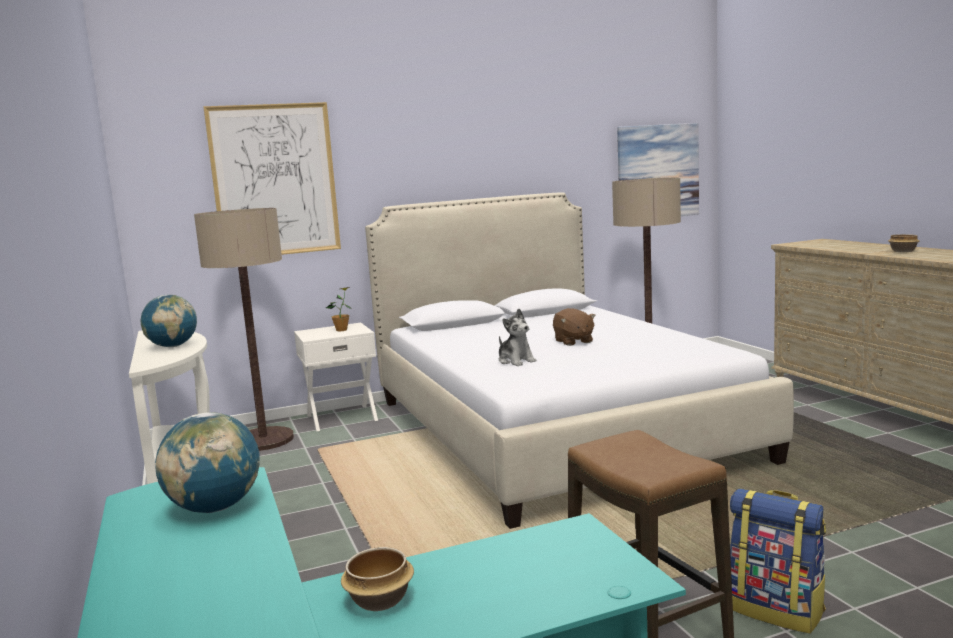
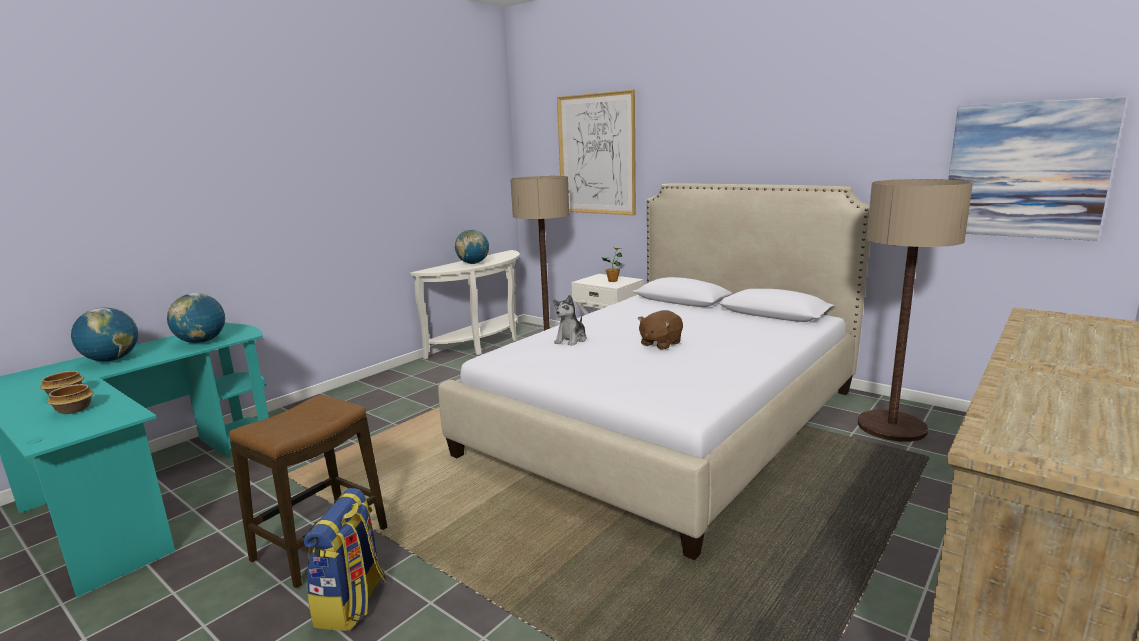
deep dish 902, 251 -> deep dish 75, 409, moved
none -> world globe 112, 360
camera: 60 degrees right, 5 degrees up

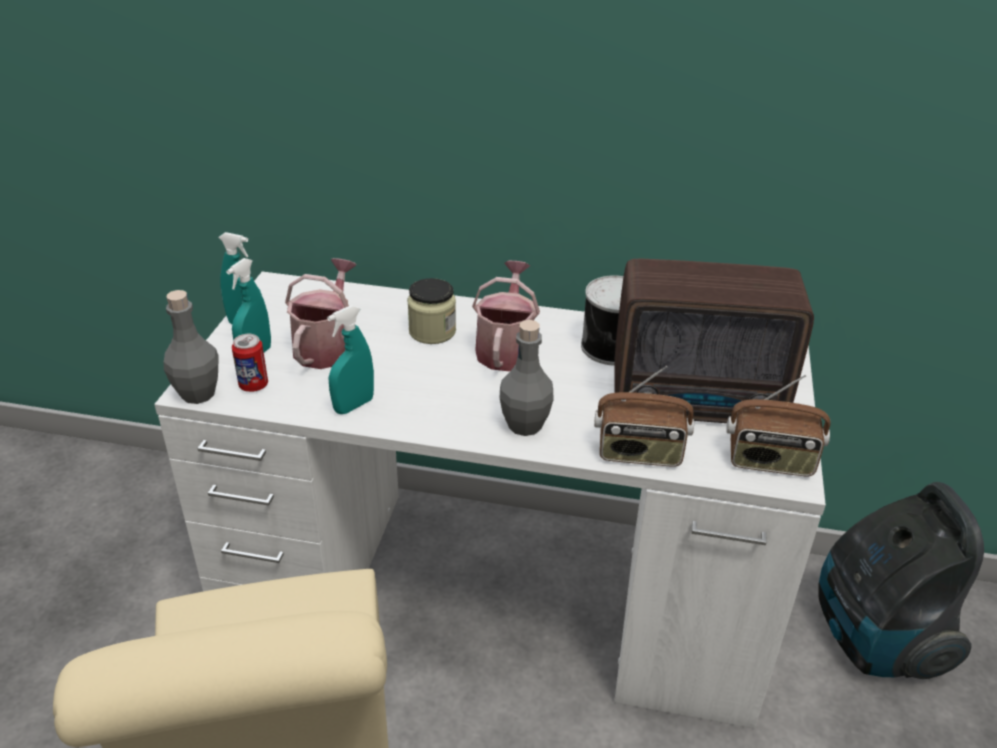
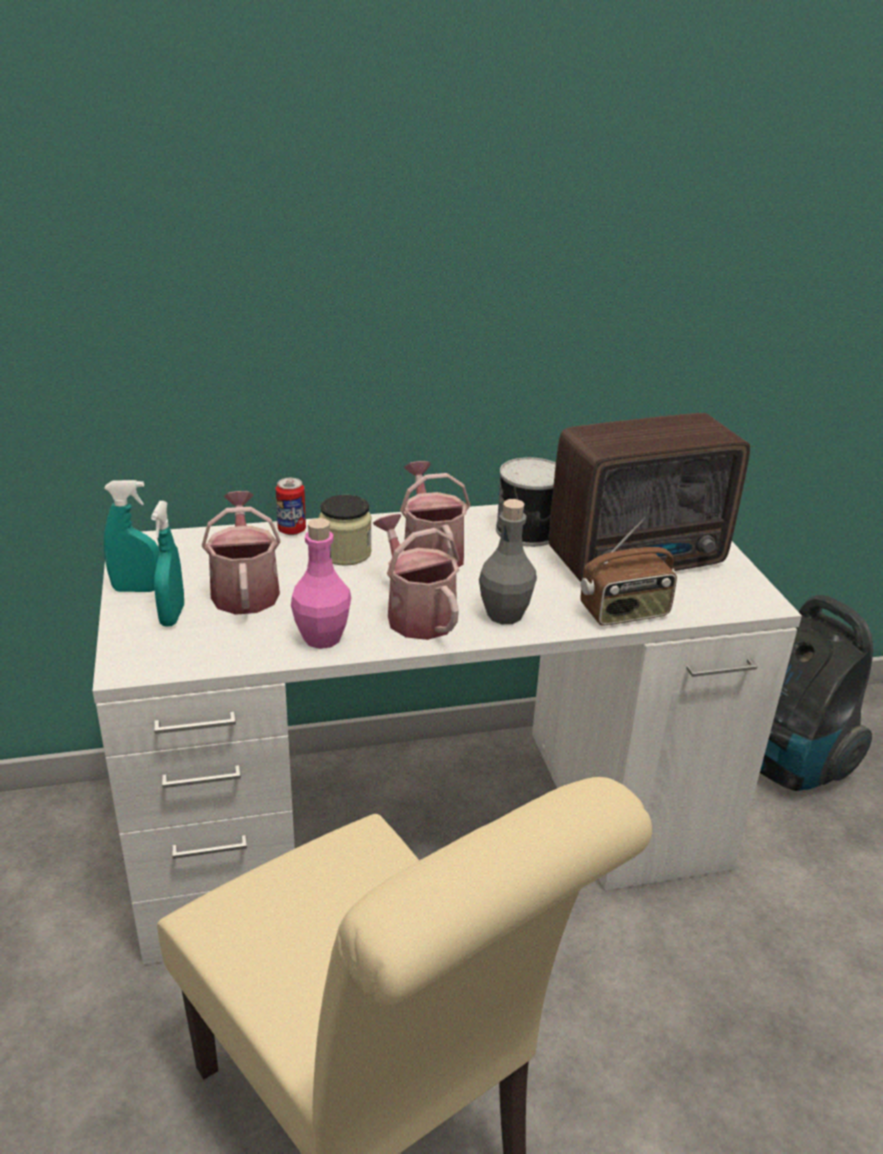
metal can 253, 385 -> metal can 292, 530, moved
turquoise-coloured sprayer 354, 405 -> pink bottle 322, 638
none -> watering can 416, 613
greyish bottle 198, 394 -> none
radio receiver 770, 461 -> none
camera: 25 degrees left, 5 degrees down

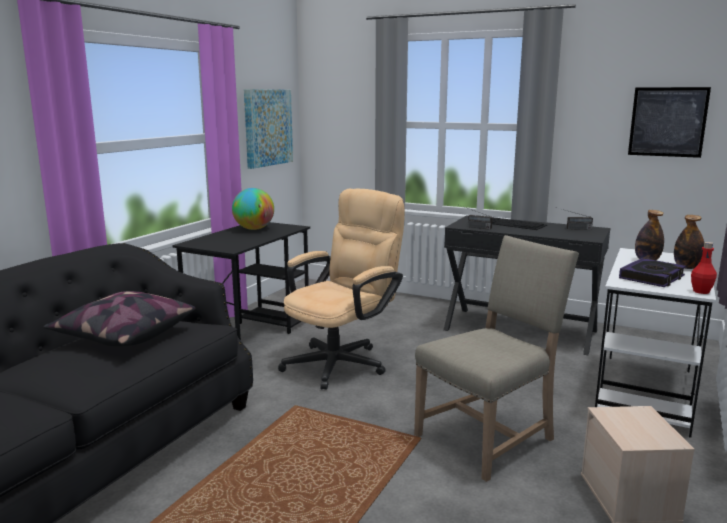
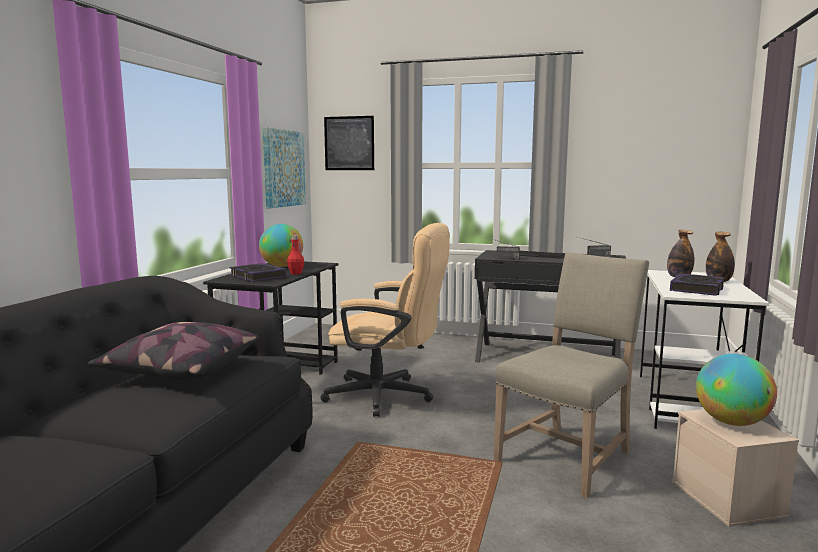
none -> bound book 257, 277
red-coloured bottle 701, 291 -> red-coloured bottle 296, 273, moved
beige desk chair 342, 361 -> beige desk chair 388, 396, 75 degrees clockwise
picture 667, 122 -> picture 349, 143, moved
none -> world globe 732, 422
camera: 10 degrees left, 5 degrees down

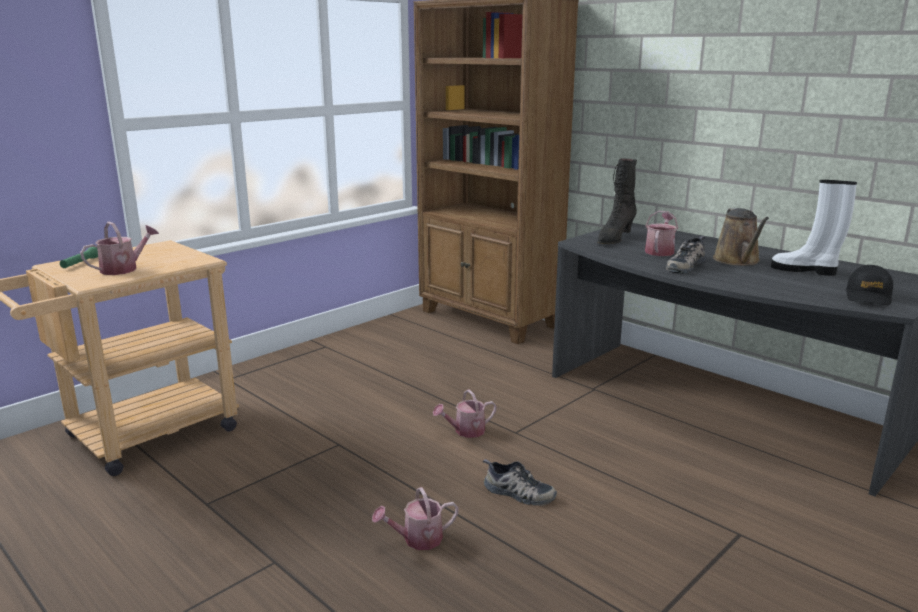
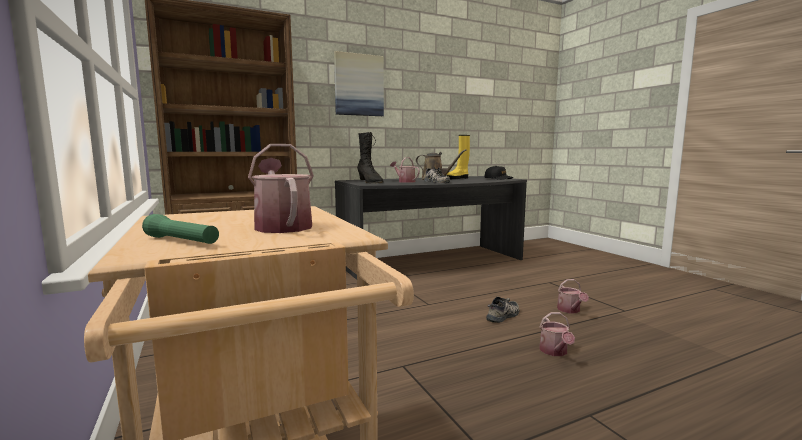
none -> picture 359, 85
whitish tall boot 805, 270 -> yellow-coloured tall boot 458, 178
watering can 465, 431 -> watering can 570, 310, moved
camera: 70 degrees left, 10 degrees down

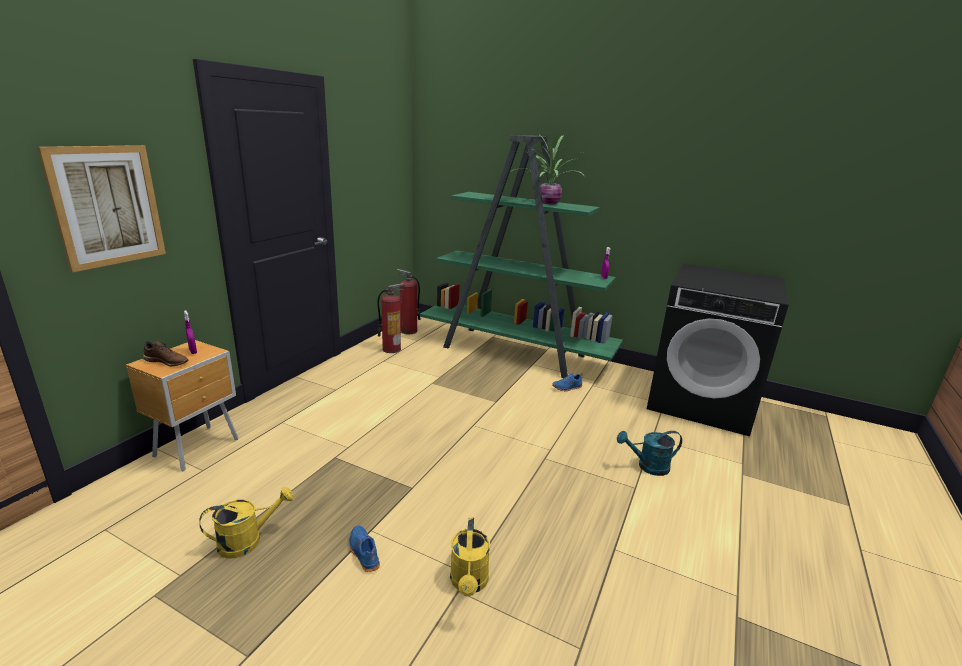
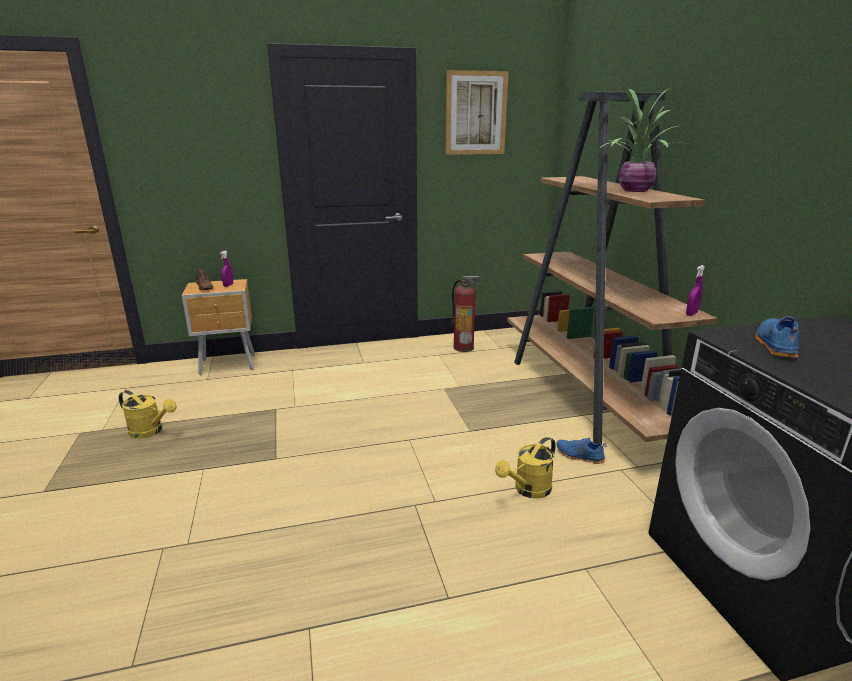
picture 107, 206 -> picture 475, 113, moved
yellow-coloured watering can 469, 583 -> yellow-coloured watering can 528, 490, moved
greenish bookcase 516, 352 -> brown bookcase 587, 395
blue item of footwear 363, 553 -> blue item of footwear 774, 345, moved
extinguisher 408, 331 -> none
turquoise-coloured watering can 648, 466 -> none
camera: 50 degrees right, 0 degrees up

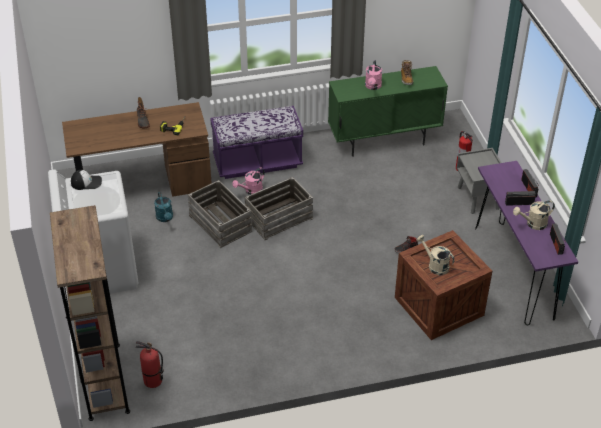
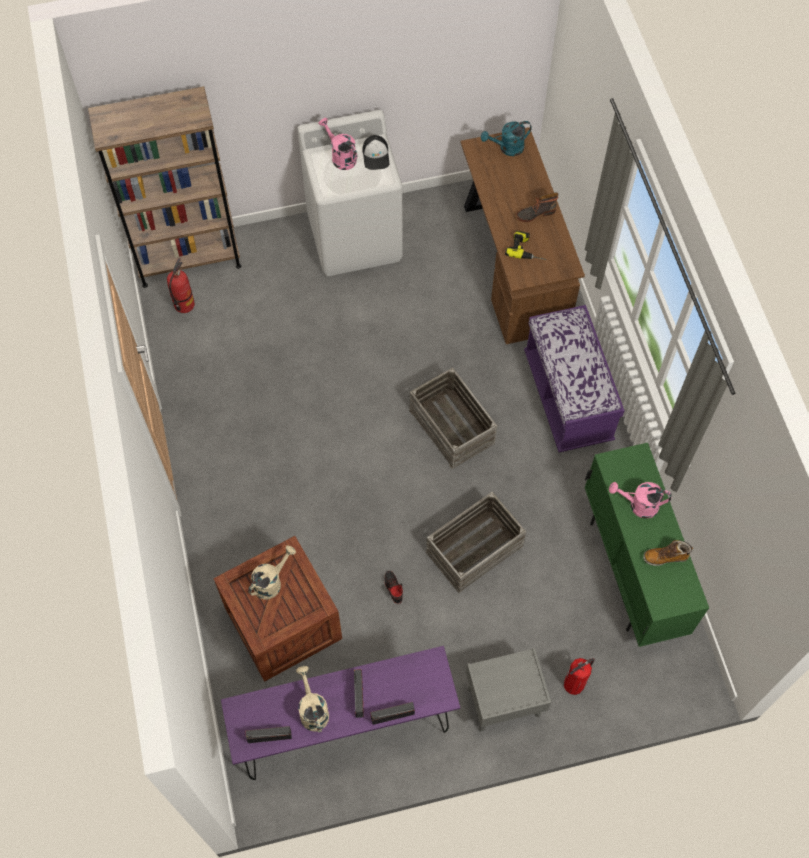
pink watering can 251, 191 -> pink watering can 340, 157, moved
packing crate 221, 223 -> packing crate 474, 550, moved
turquoise-coloured watering can 165, 218 -> turquoise-coloured watering can 507, 148, moved
camera: 90 degrees right, 20 degrees up

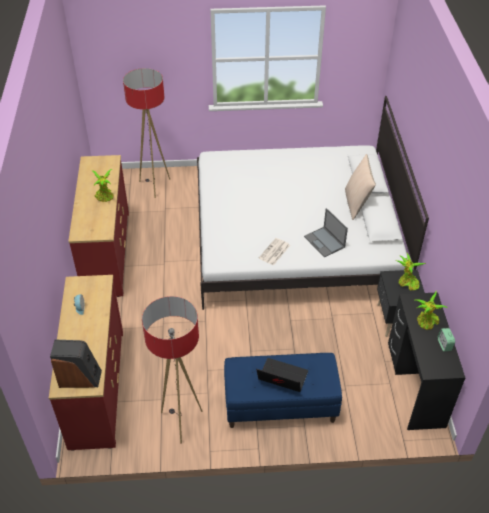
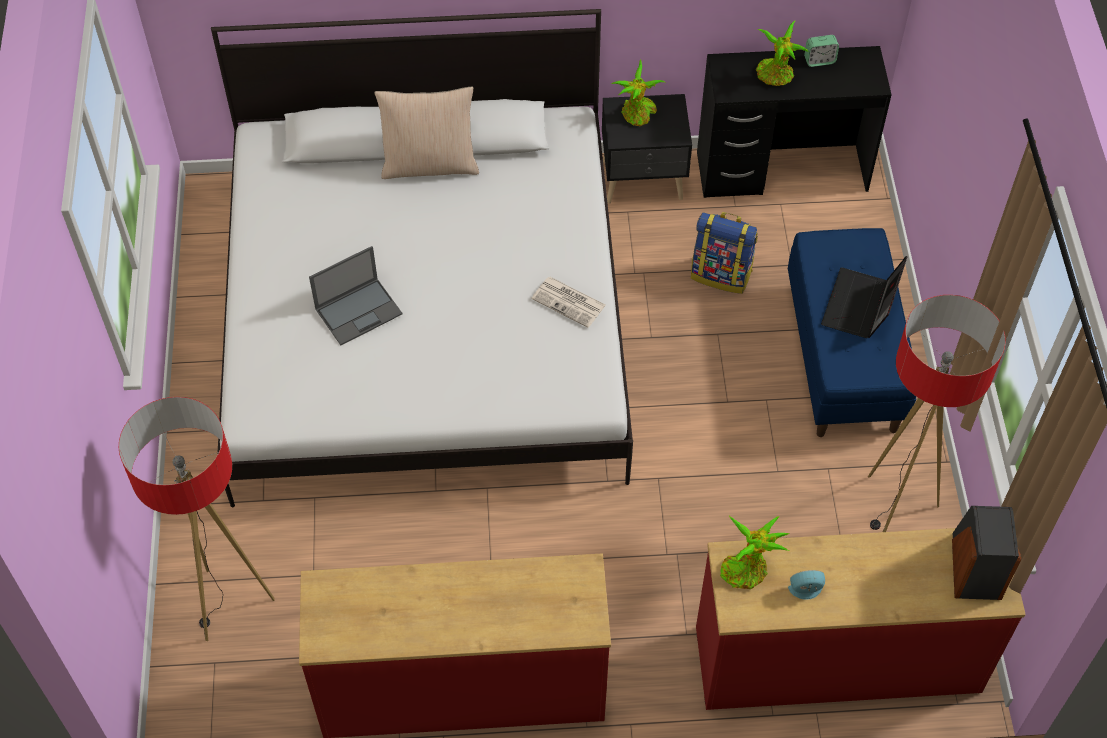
portable computer 324, 242 -> portable computer 359, 311, moved
none -> backpack 721, 274
plant in a pot 105, 197 -> plant in a pot 747, 569, moved
camera: 90 degrees left, 10 degrees up

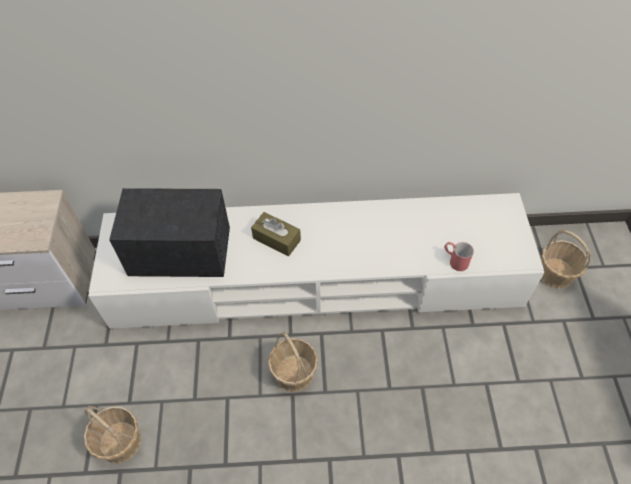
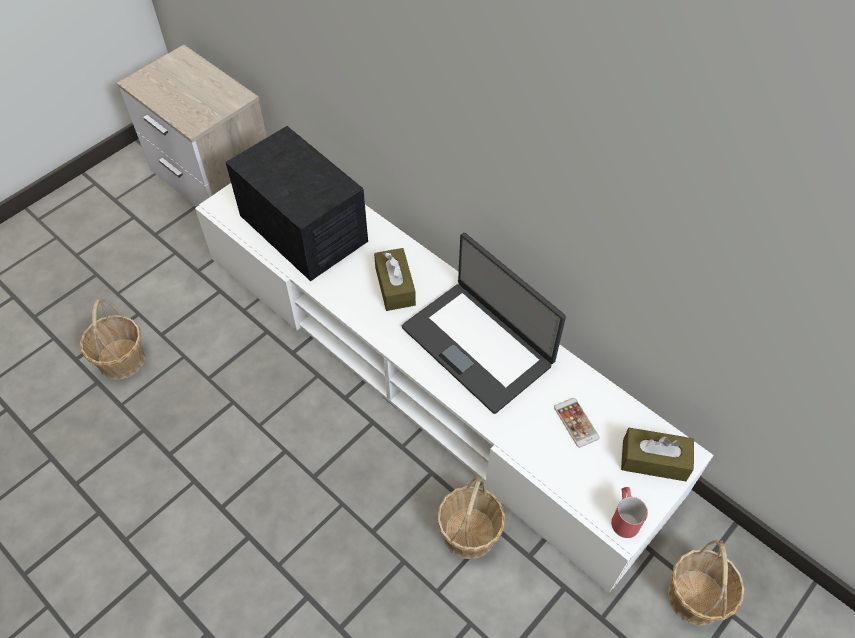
none -> portable computer 478, 345
basket 294, 373 -> basket 469, 533, moved
none -> phone 576, 422
red-coloured tea mug 455, 260 -> red-coloured tea mug 624, 516, moved
none -> brown tissue box 654, 460
camera: 45 degrees right, 0 degrees up

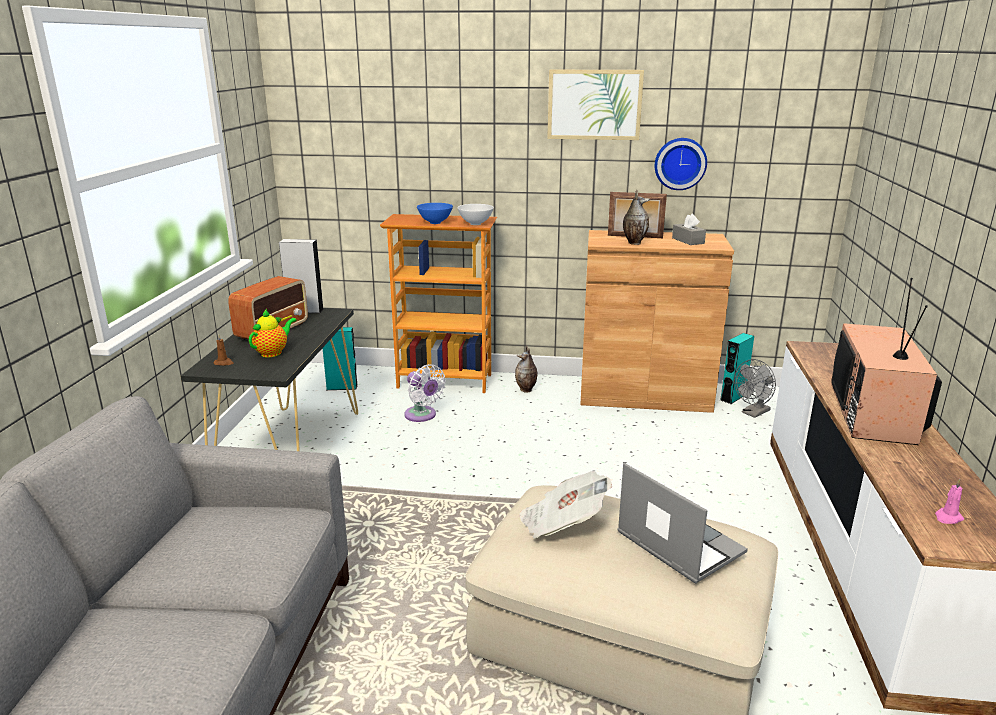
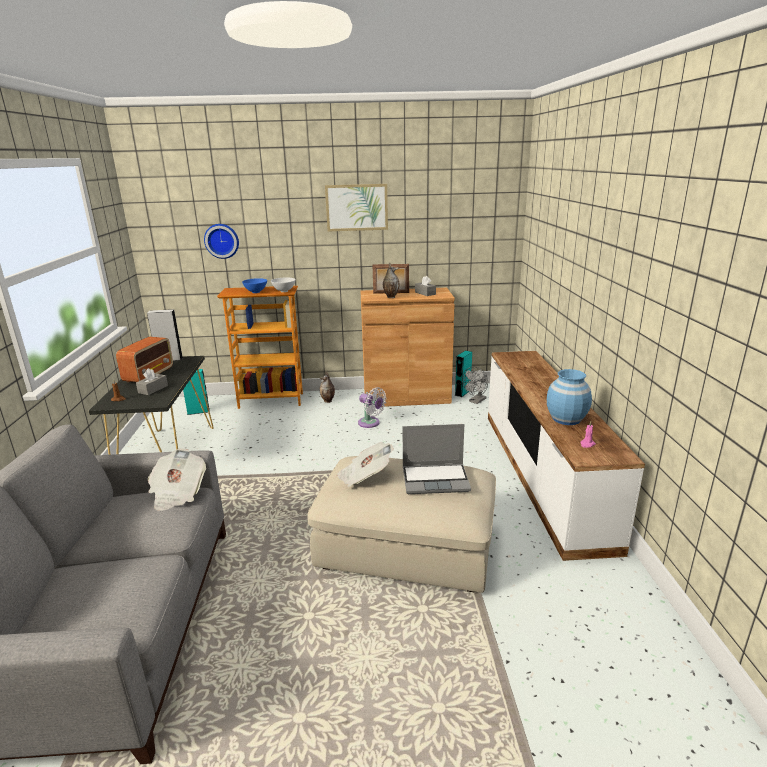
pot for tea 273, 352 -> greyish tissue box 153, 389
none -> newspaper 177, 493
clock on the wall 680, 163 -> clock on the wall 222, 241, moved
whitish electric fan 422, 416 -> whitish electric fan 370, 423, moved
portable computer 677, 543 -> portable computer 436, 479, 135 degrees clockwise
none -> blue decorative vase 566, 419
television 875, 414 -> none
camera: 10 degrees left, 0 degrees up

